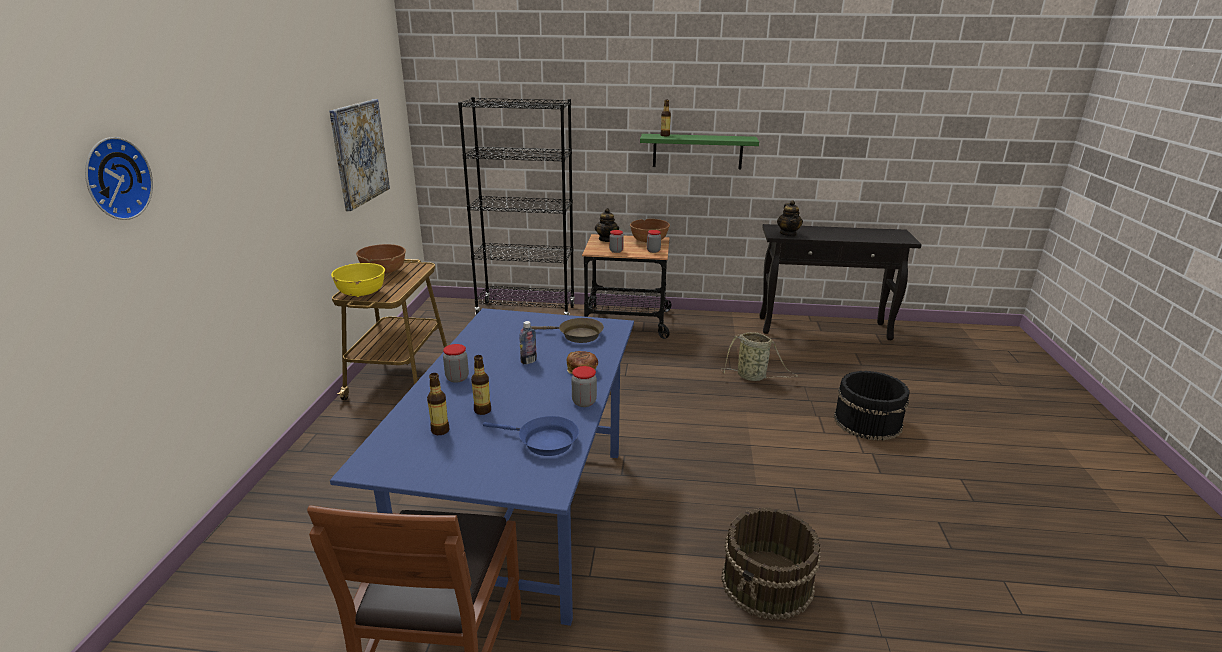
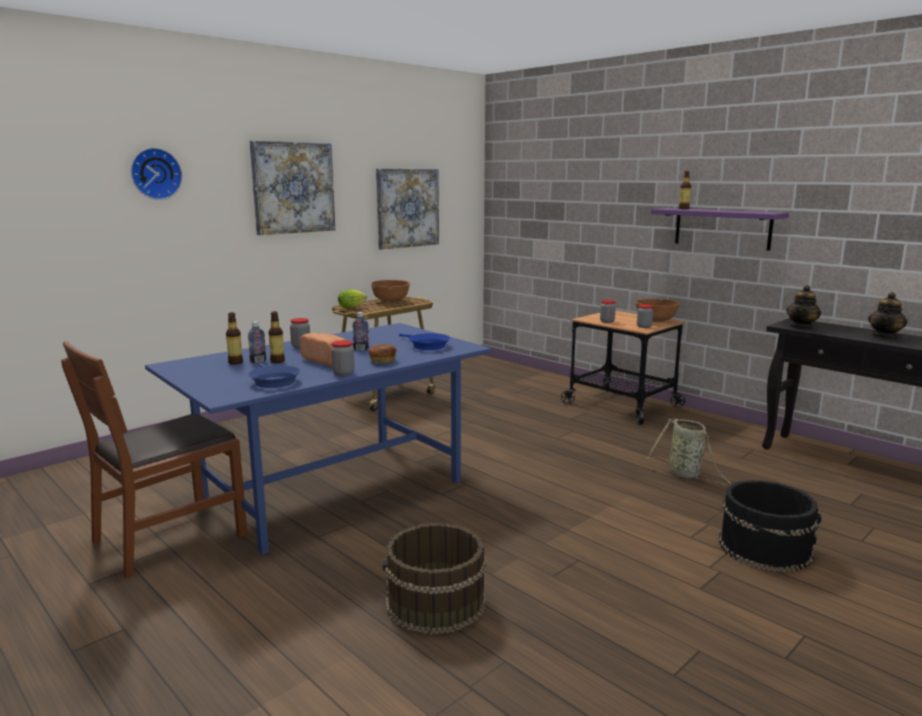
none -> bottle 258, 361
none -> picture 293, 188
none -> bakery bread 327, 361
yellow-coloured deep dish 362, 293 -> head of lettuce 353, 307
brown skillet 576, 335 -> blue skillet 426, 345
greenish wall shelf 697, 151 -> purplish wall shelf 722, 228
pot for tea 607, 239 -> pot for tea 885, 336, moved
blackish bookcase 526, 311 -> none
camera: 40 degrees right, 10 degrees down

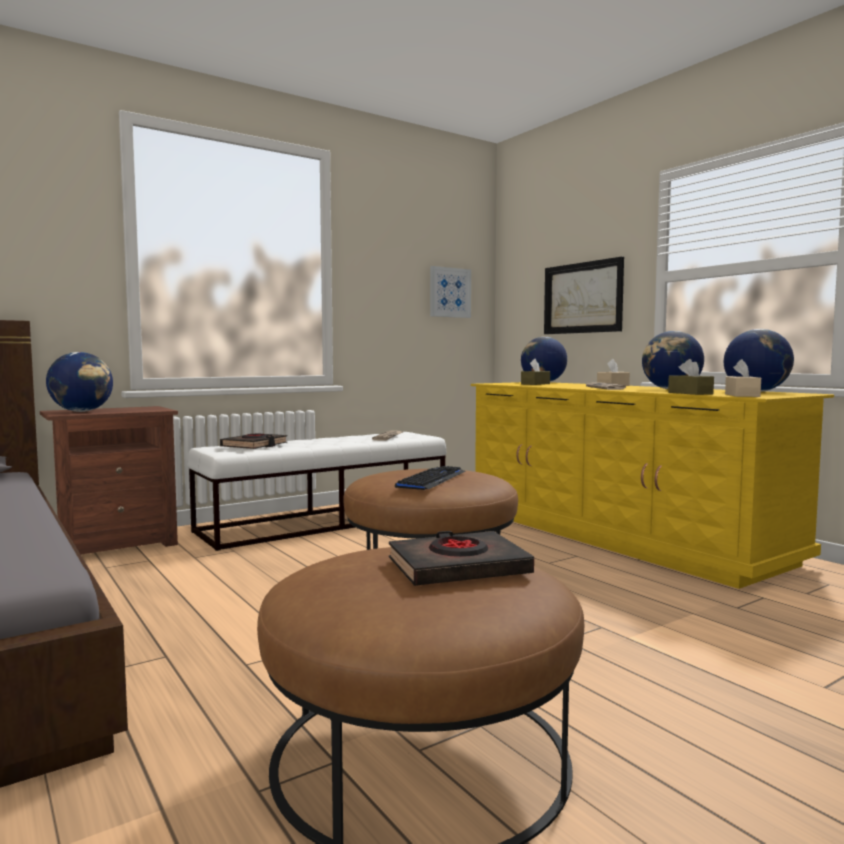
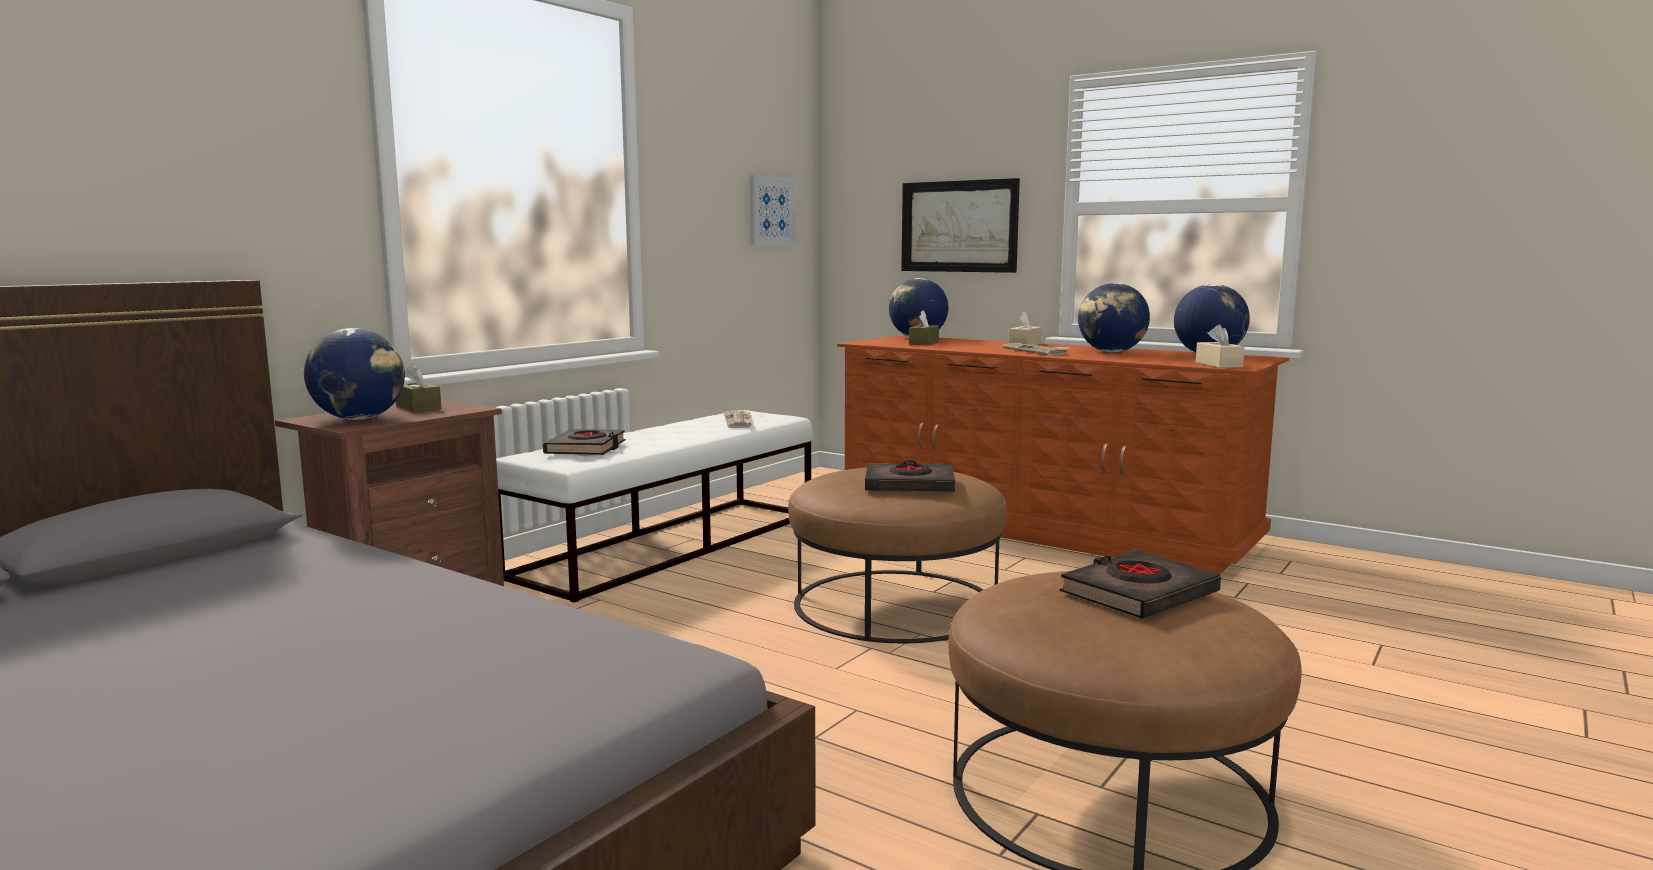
brown tissue box 690, 393 -> brown tissue box 418, 407, moved
yellow-coloured drawer chest 616, 535 -> brown drawer chest 1040, 526
PC keyboard 432, 480 -> blackish bound book 909, 485
camera: 20 degrees left, 5 degrees up

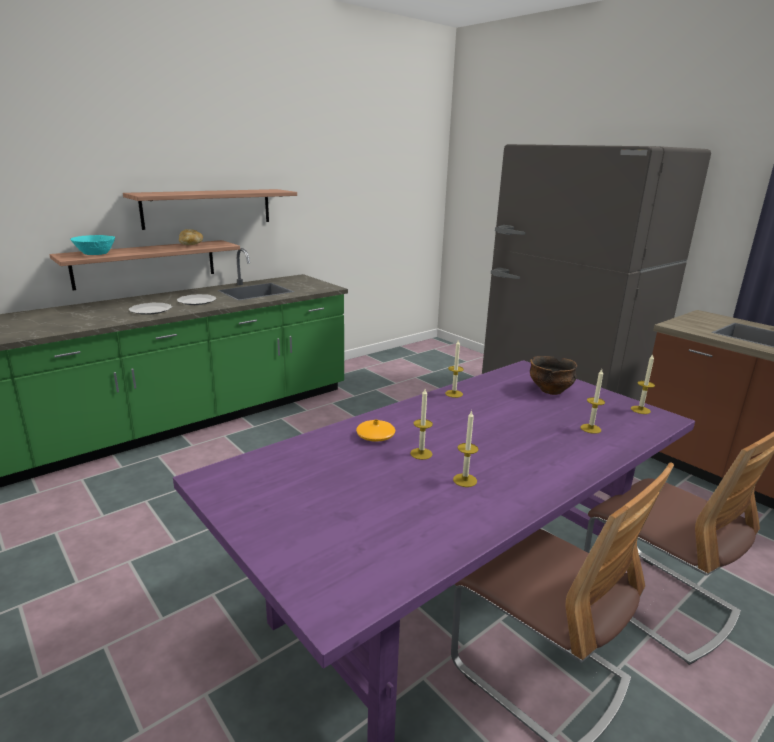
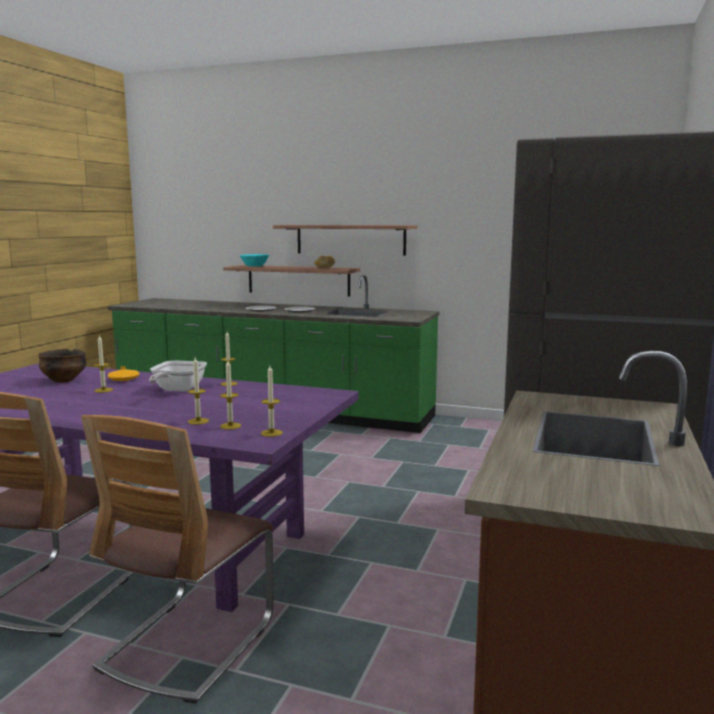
deep dish 550, 390 -> deep dish 63, 380, moved
none -> skillet 177, 390
wax light 465, 480 -> wax light 230, 426, moved
camera: 60 degrees right, 10 degrees down

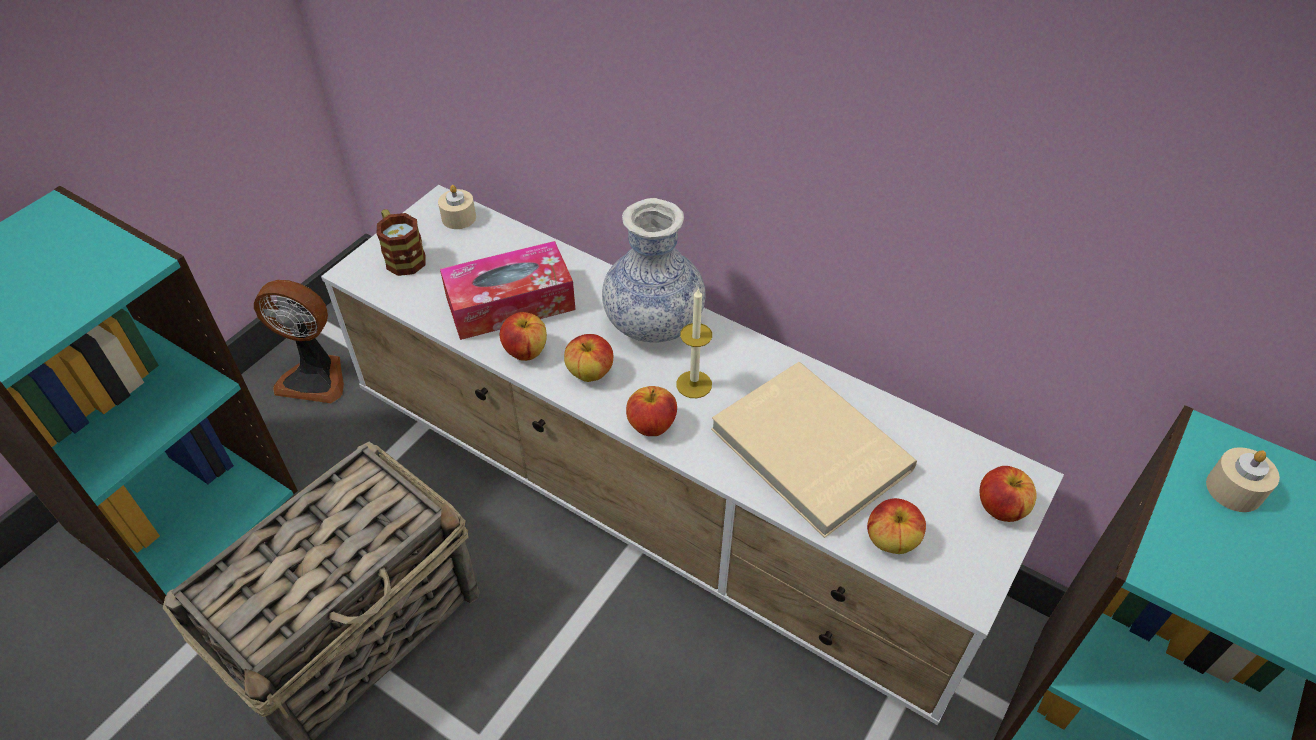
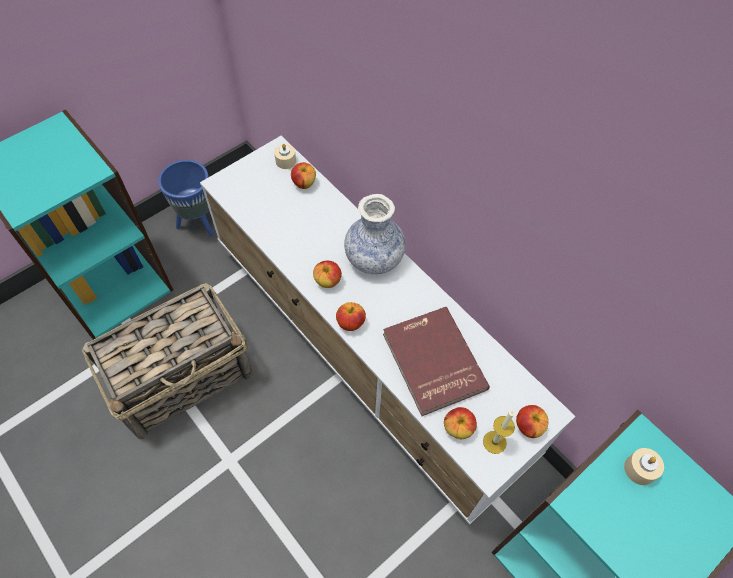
electric fan 315, 377 -> blue flower pot 199, 223
apple 525, 351 -> apple 304, 183, moved
beige bound book 807, 451 -> red-coloured bound book 432, 362
wax light 694, 384 -> wax light 494, 442, moved
tea mug 402, 256 -> none
tissue box 510, 304 -> none
camera: 15 degrees right, 10 degrees up

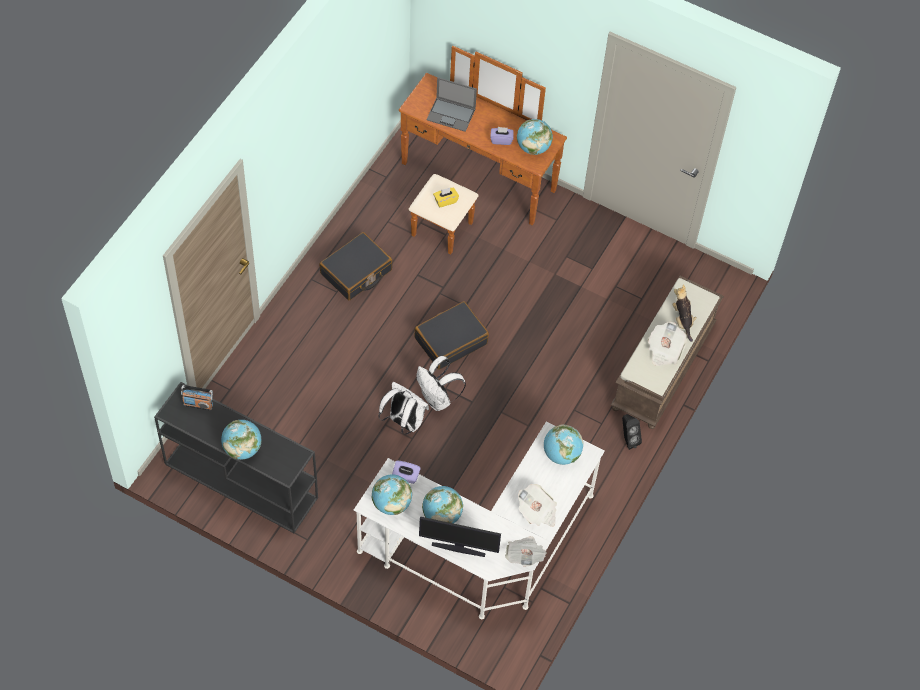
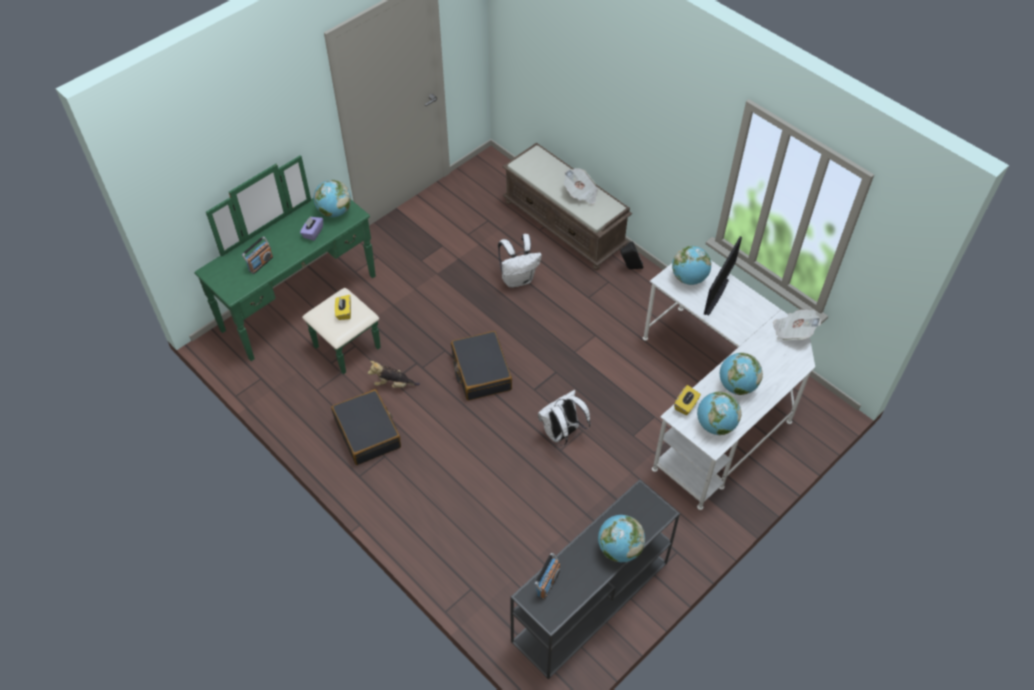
brown drawer chest 470, 189 -> greenish drawer chest 310, 312
portable computer 451, 114 -> radio receiver 260, 263
plush toy 682, 320 -> plush toy 393, 384, moved
whitish backpack 438, 399 -> whitish backpack 518, 279, moved
purplish tissue box 406, 476 -> yellow-coloured tissue box 686, 405
monitor 458, 548 -> monitor 715, 296, moved
newspaper 537, 512 -> none
camera: 70 degrees left, 5 degrees down

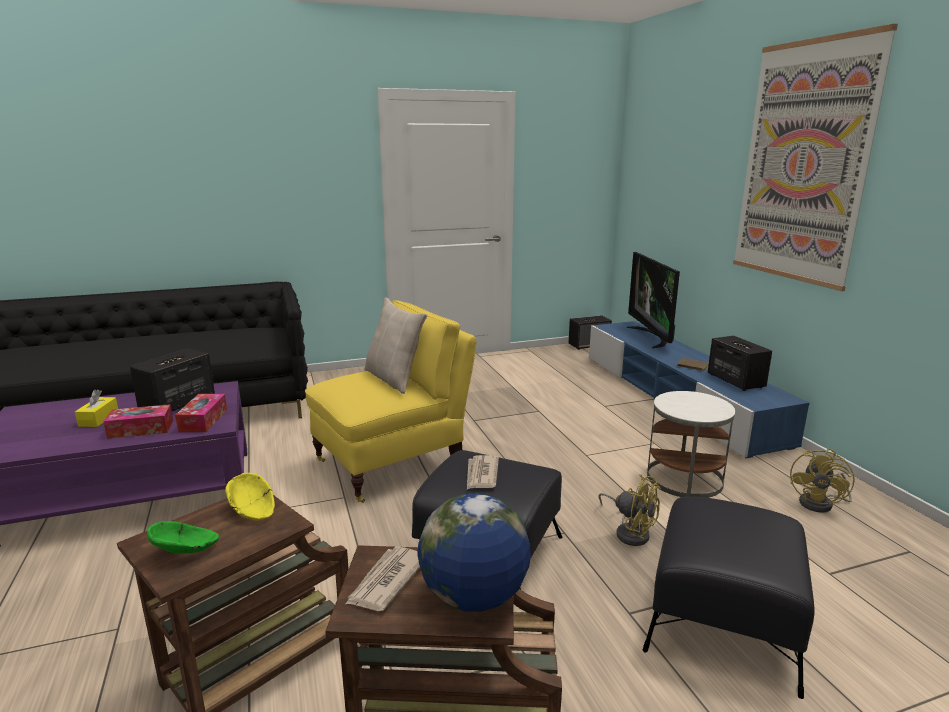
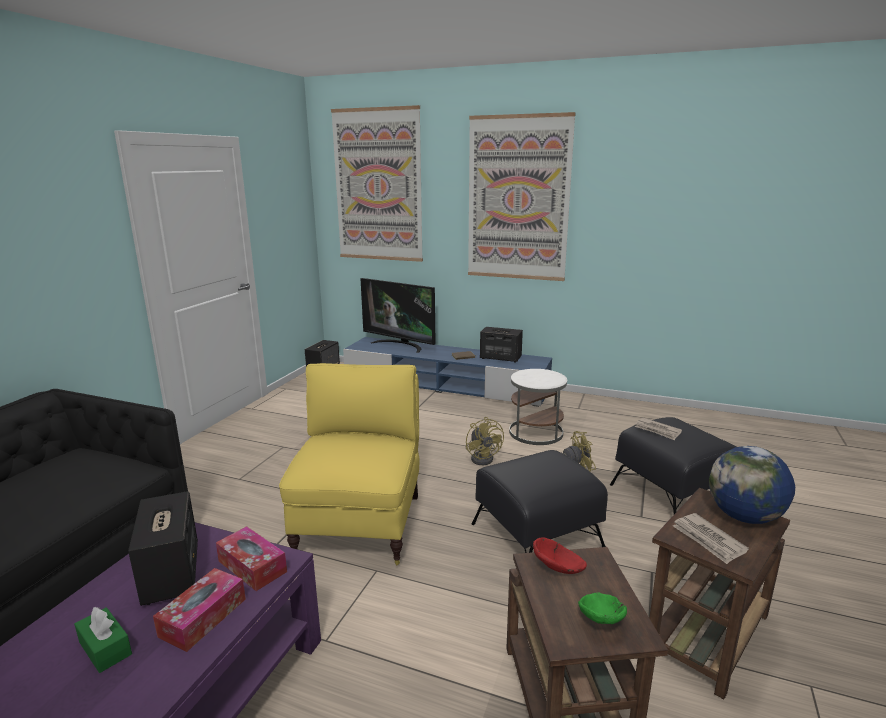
yellow-coloured tissue box 98, 419 -> greenish tissue box 105, 648
none -> picture 378, 186
yellow-coloured electric fan 821, 504 -> yellow-coloured electric fan 484, 458, moved
yellow-coloured deep dish 252, 511 -> red-coloured deep dish 560, 569
newspaper 481, 474 -> newspaper 657, 430, moved
beige cushion 394, 379 -> none
camera: 50 degrees left, 0 degrees up

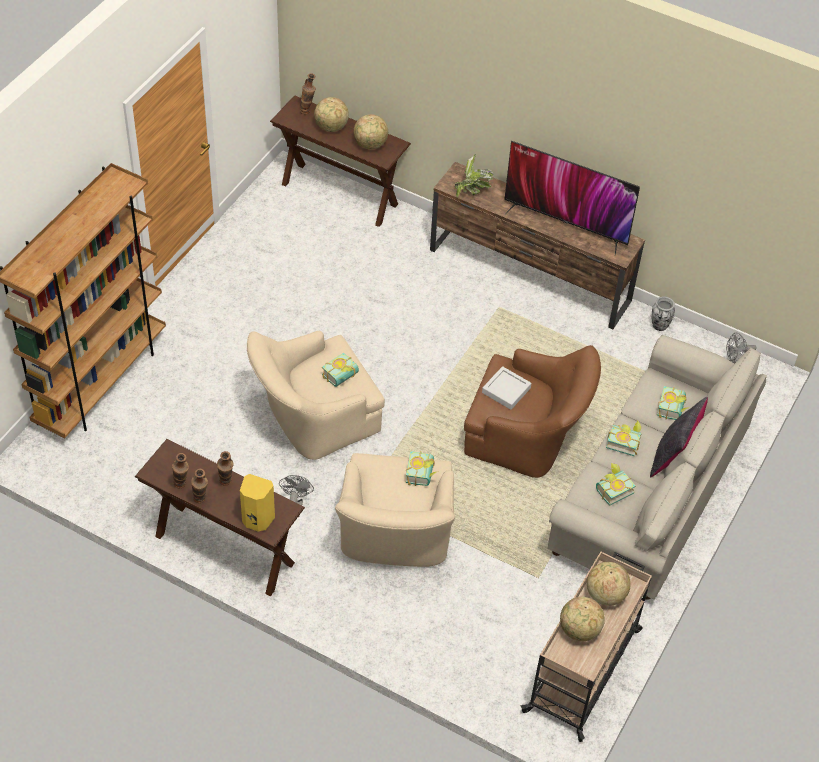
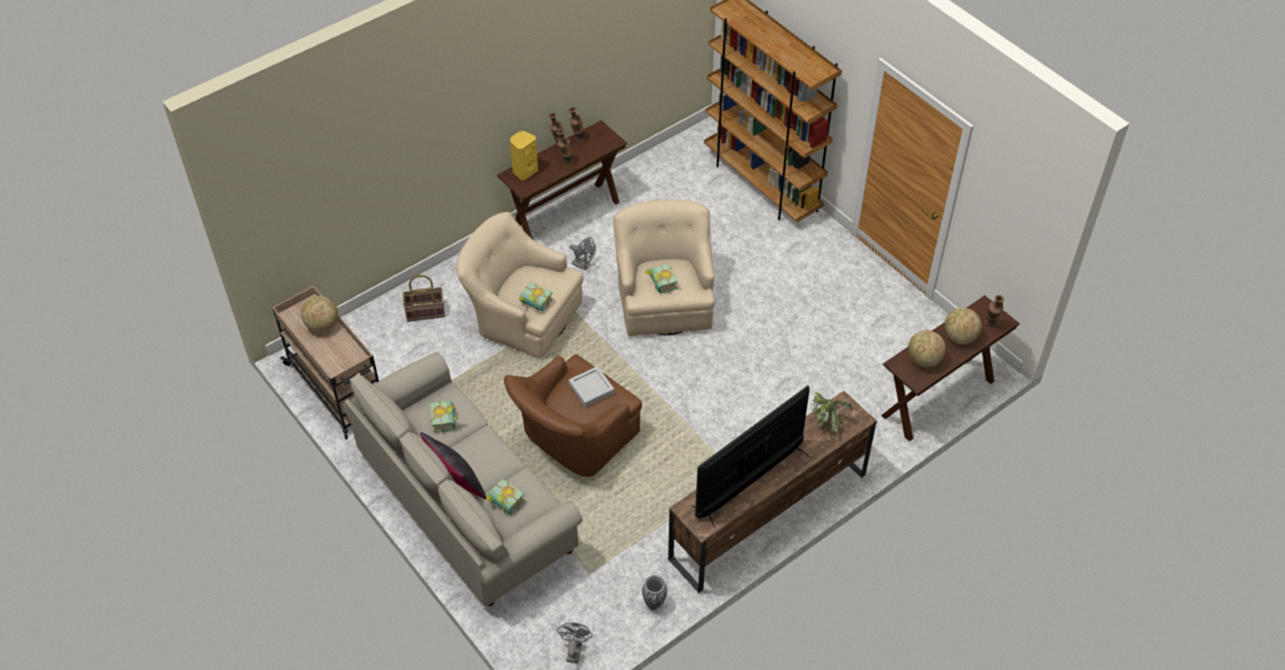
none -> basket 425, 311
world globe 605, 594 -> none
bound book 623, 442 -> none
camera: 115 degrees right, 0 degrees up

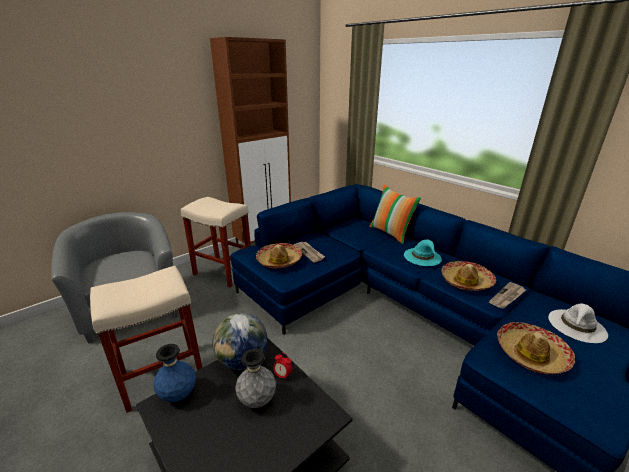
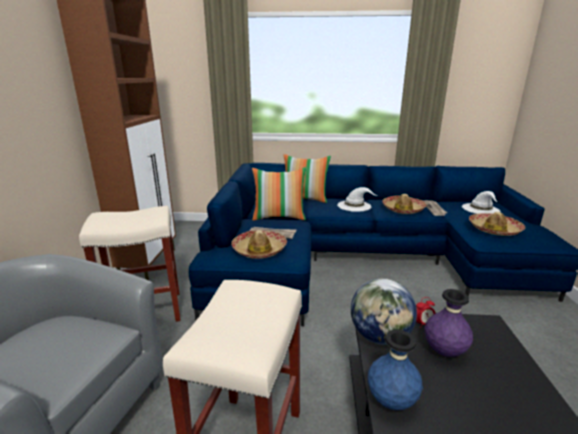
none -> cushion 279, 217
turquoise-coloured hat 422, 257 -> whitish hat 354, 205
greyish decorative vase 257, 400 -> purplish decorative vase 444, 351
camera: 45 degrees left, 5 degrees down

